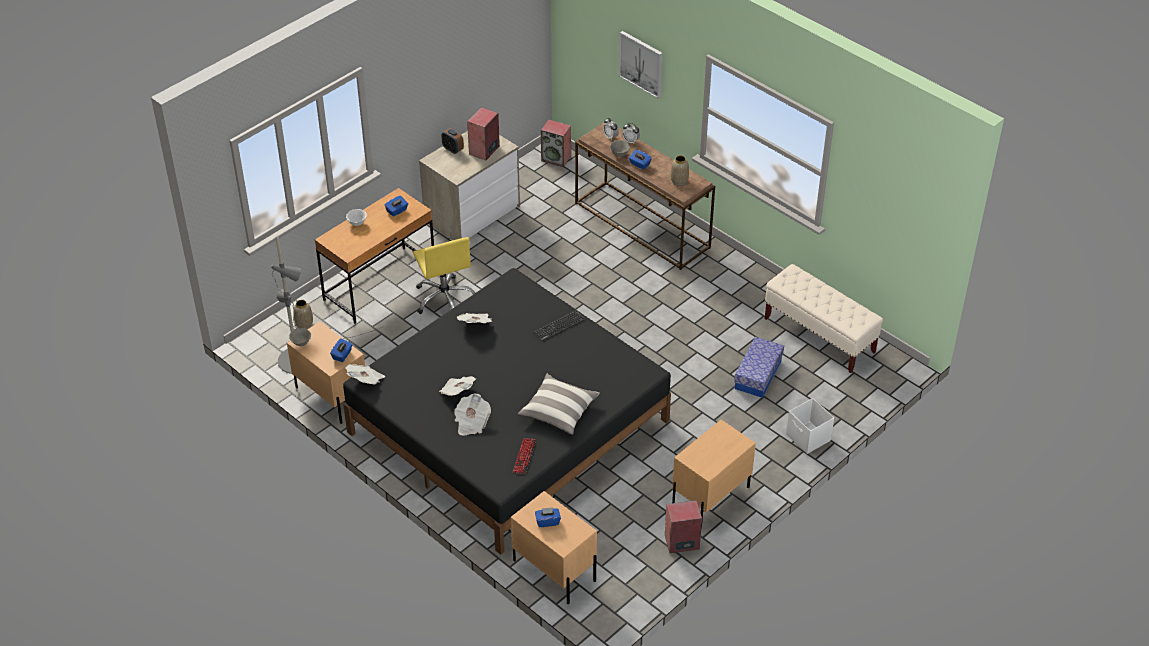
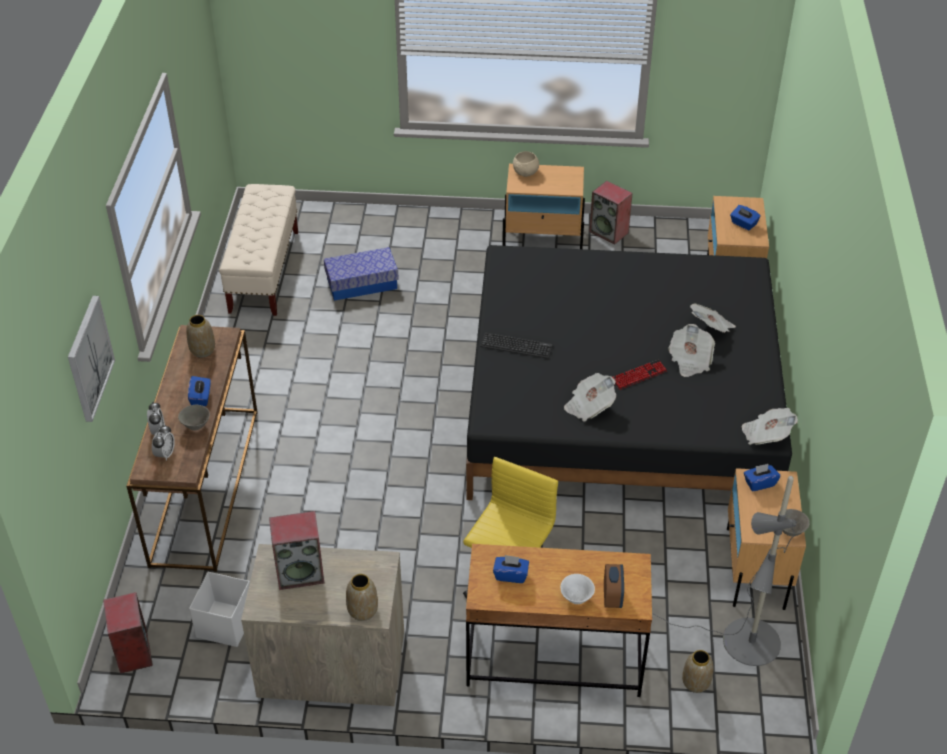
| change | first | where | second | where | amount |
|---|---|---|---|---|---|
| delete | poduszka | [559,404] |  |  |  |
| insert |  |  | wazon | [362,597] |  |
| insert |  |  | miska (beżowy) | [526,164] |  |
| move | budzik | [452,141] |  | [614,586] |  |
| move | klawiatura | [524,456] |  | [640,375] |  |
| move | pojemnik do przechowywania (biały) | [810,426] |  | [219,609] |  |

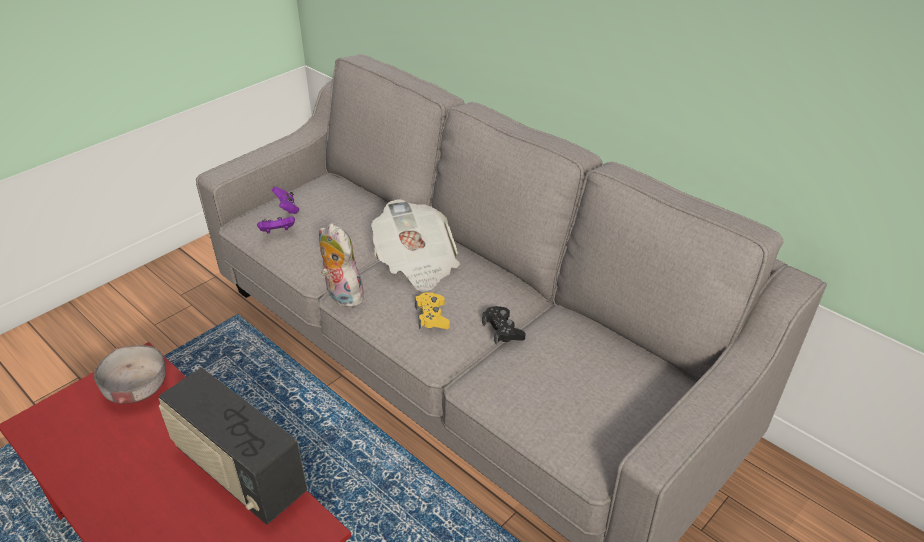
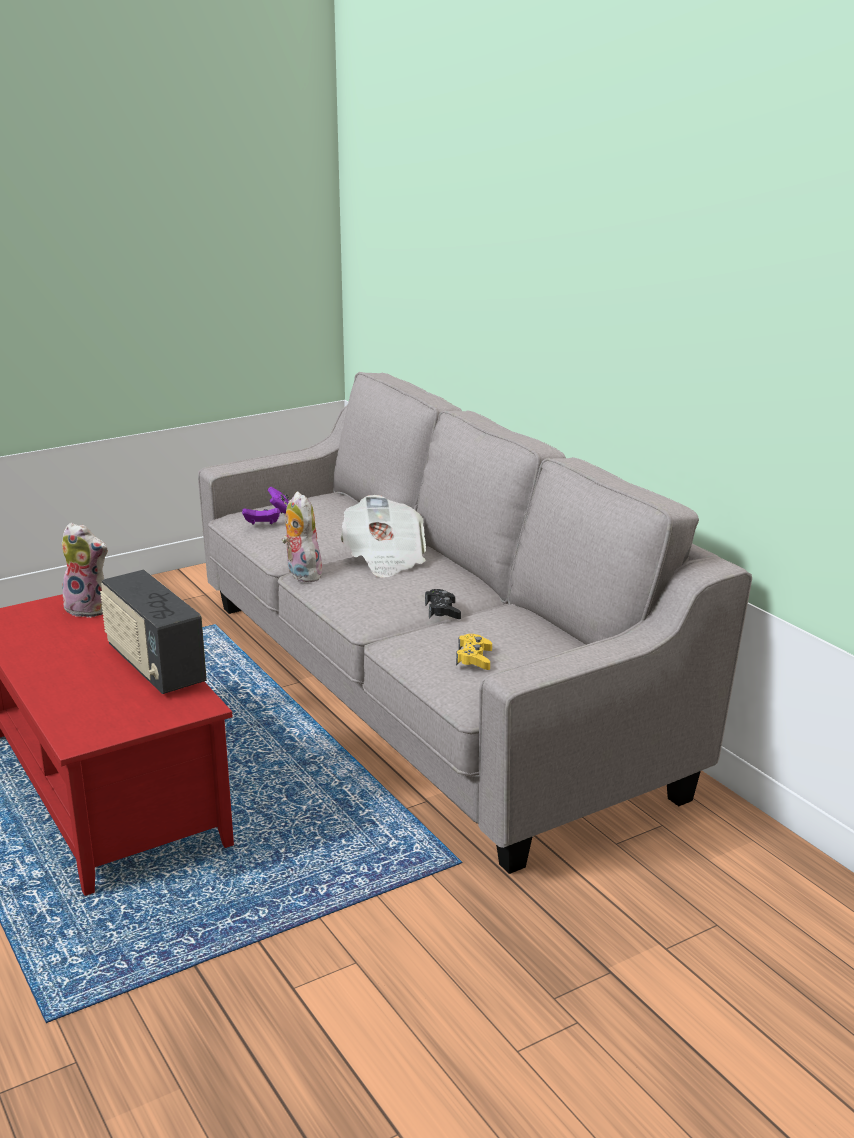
| change | first | where | second | where | amount |
|---|---|---|---|---|---|
| move | pad do gier (żółty) | [432,310] |  | [474,652] |  |
| replace | miska (szary) | [130,374] | pluszak | [85,570] |  |

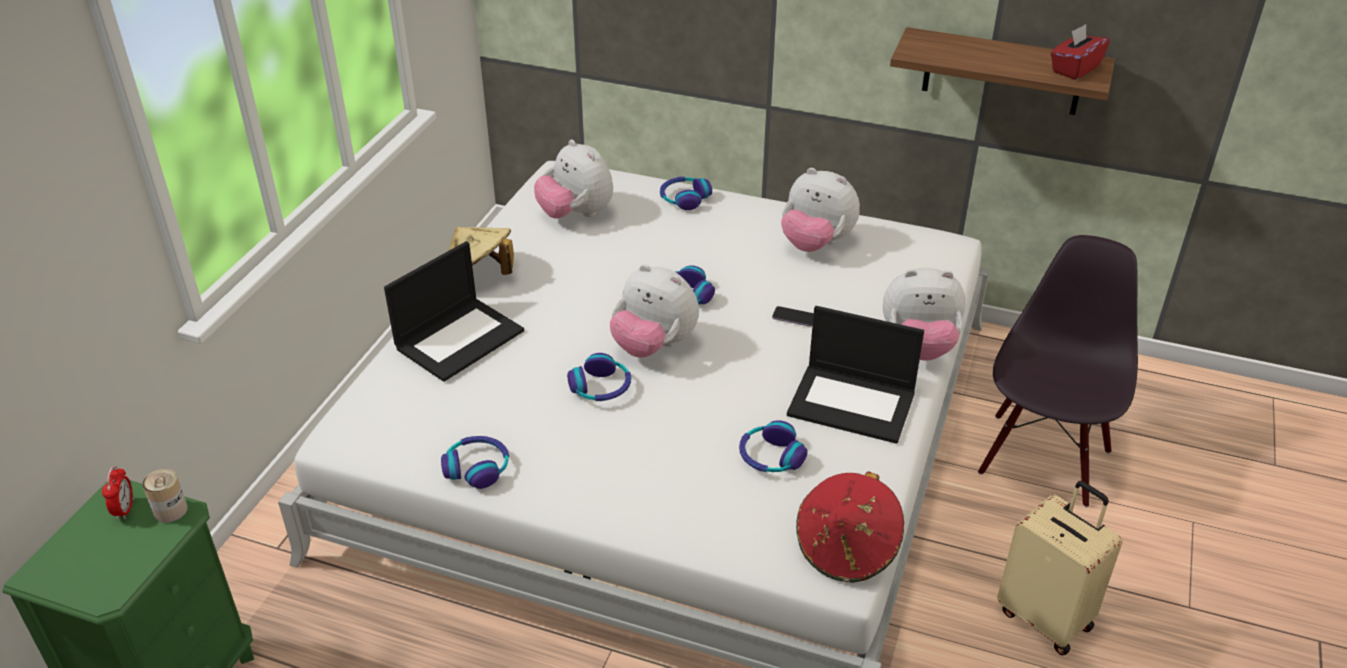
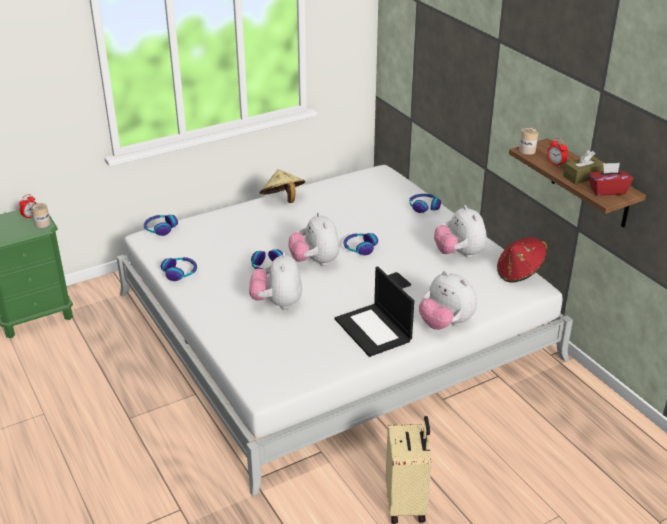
| change | first | where | second | where | amount |
|---|---|---|---|---|---|
| delete | laptop | [454,311] |  |  |  |
| delete | krzesło (czarny) | [1058,371] |  |  |  |
| insert |  |  | puszka | [528,141] |  |
| insert |  |  | budzik | [557,152] |  |
| insert |  |  | pudełko chusteczek (brązowy) | [583,167] |  |
| move | pluszak | [573,179] |  | [275,280] |  |
| move | słuchawki | [773,446] |  | [161,225] |  |
| move | kapelusz (czerwony) | [850,527] |  | [522,260] |  |

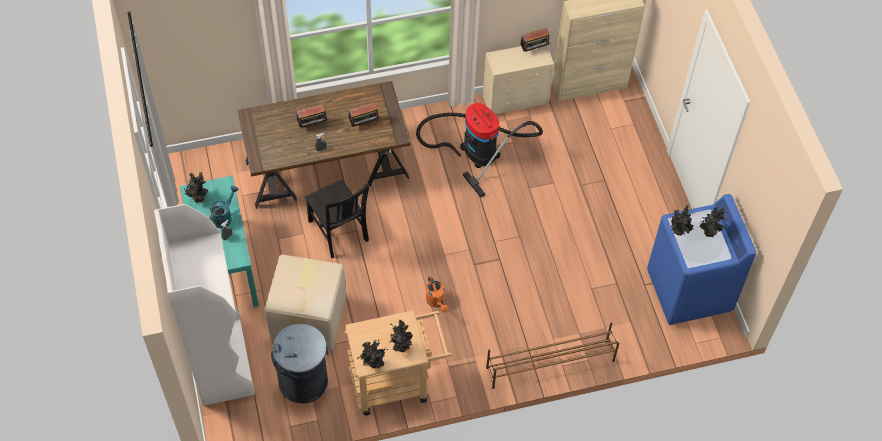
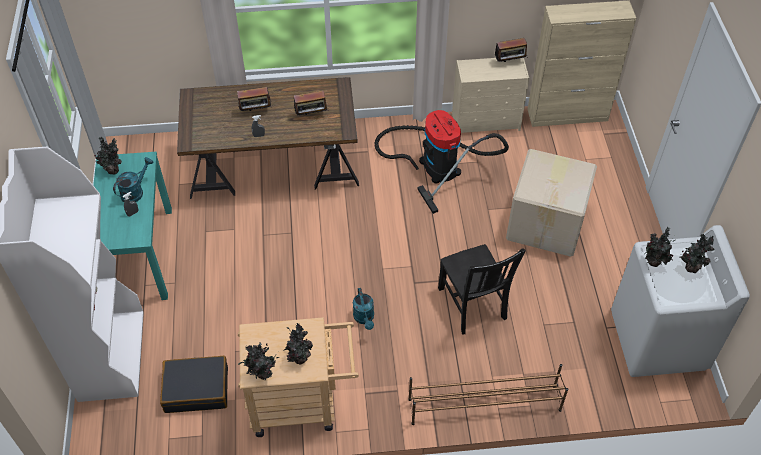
| change | first | where | second | where | amount |
|---|---|---|---|---|---|
| move | karton | [305,302] |  | [551,203] |  |
| move | krzesło (czarny) | [337,219] |  | [482,289] |  |
| replace | kosz na śmieci (szary) | [299,364] | walizka (czarny) | [194,384] |  |
| recolor | konewka (pomarańczowy) | [437,294] | konewka (turkusowy) | [363,309] |  |
| recolor | pralka (niebieski) | [701,259] | pralka (biały) | [680,301] |  |

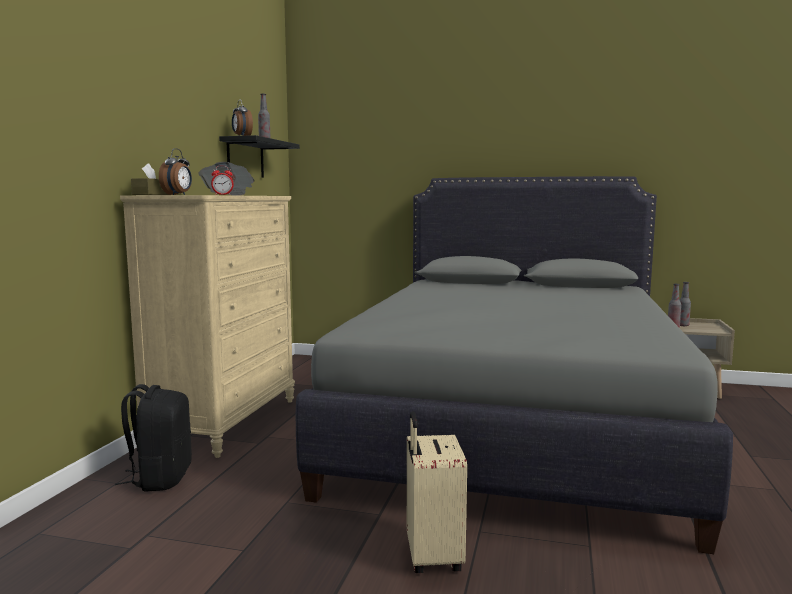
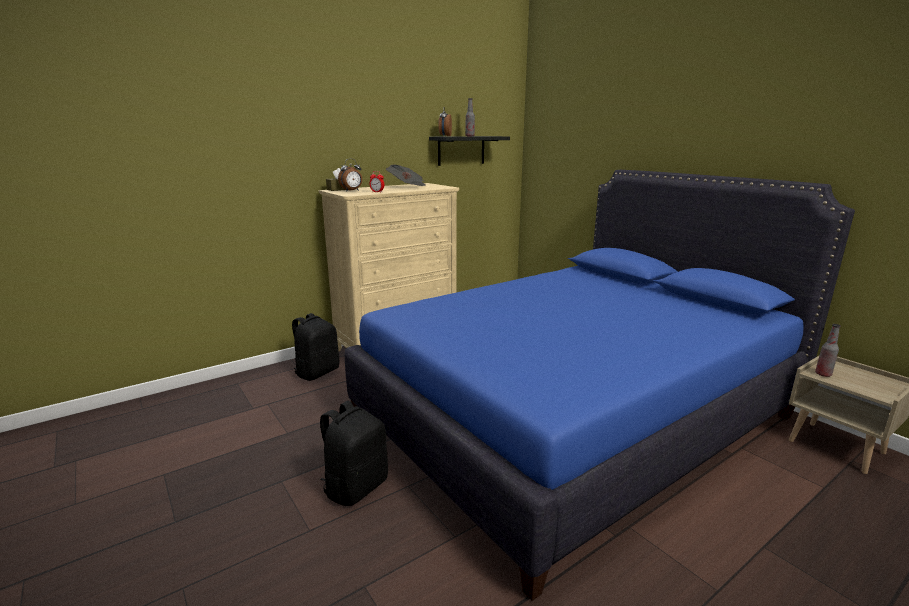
| change | first | where | second | where | amount |
|---|---|---|---|---|---|
| delete | butelka | [685,304] |  |  |  |
| replace | walizka (beżowy) | [437,492] | plecak (czarny) | [354,453] |  |
| recolor | łóżko (szary) | [514,365] | łóżko (niebieski) | [600,385] |  |

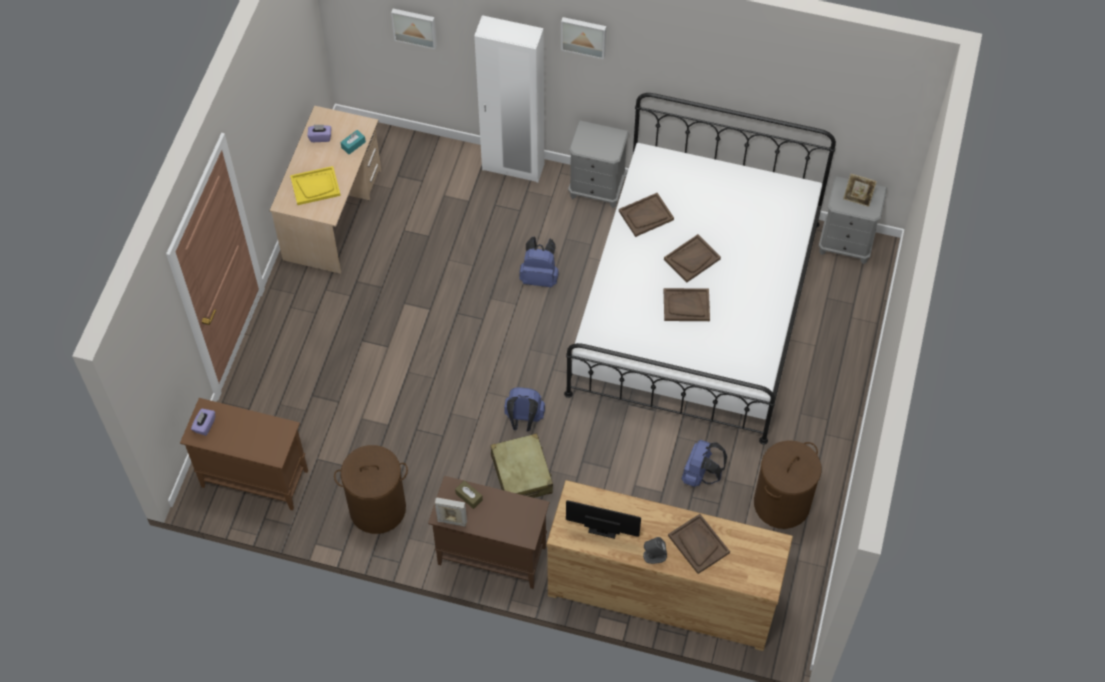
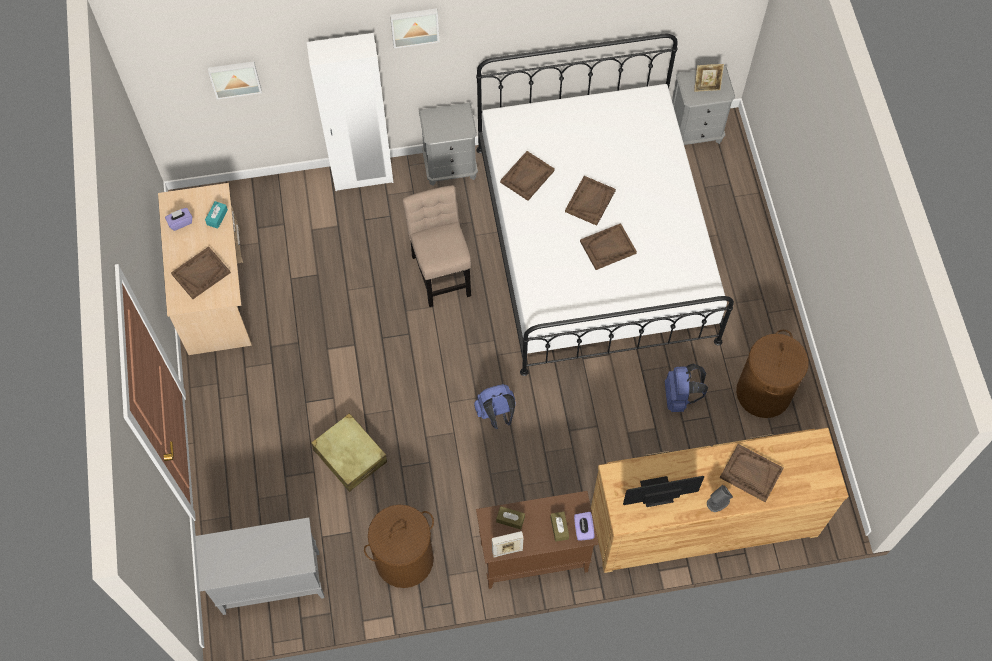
| change | first | where | second | where | amount |
|---|---|---|---|---|---|
| insert |  |  | pudełko chusteczek (brązowy) | [559,526] |  |
| move | pudełko chusteczek (fioletowy) | [203,422] |  | [584,526] |  |
| move | walizka (beżowy) | [522,465] |  | [349,452] |  |
| replace | plecak (niebieski) | [538,261] | krzesło (beżowy) | [437,246] |  |
| recolor | szafka (brązowy) | [244,454] | szafka (szary) | [260,566] |  |
| recolor | taca (żółty) | [315,185] | taca (brązowy) | [201,273] |  |

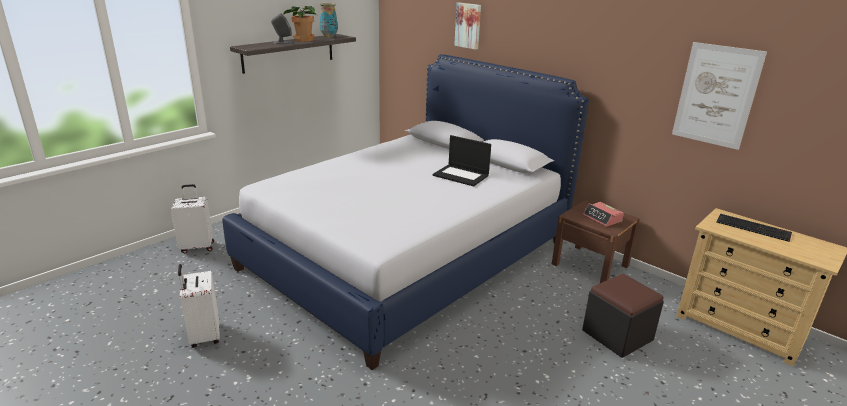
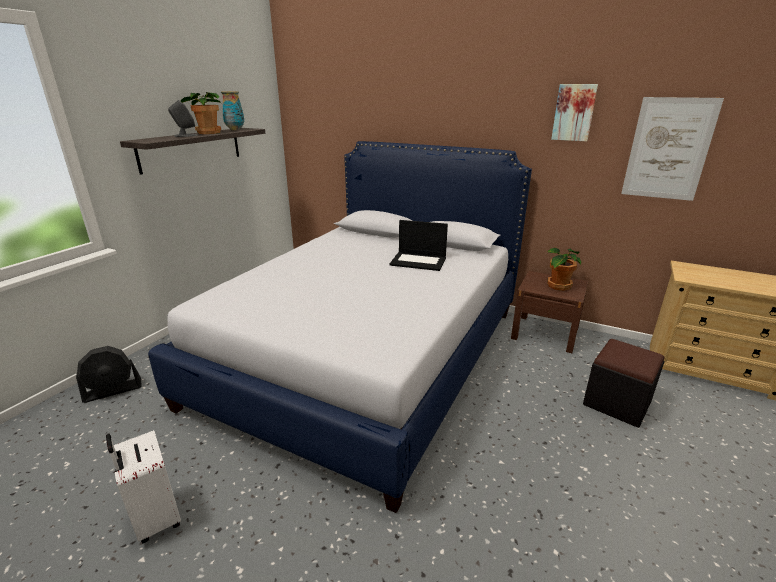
| change | first | where | second | where | amount |
|---|---|---|---|---|---|
| delete | klawiatura | [754,228] |  |  |  |
| move | obraz | [467,26] |  | [574,112] |  |
| replace | walizka (biały) | [192,218] | wentylator (czarny) | [109,374] |  |
| replace | budzik | [603,214] | roślina doniczkowa | [564,269] |  |

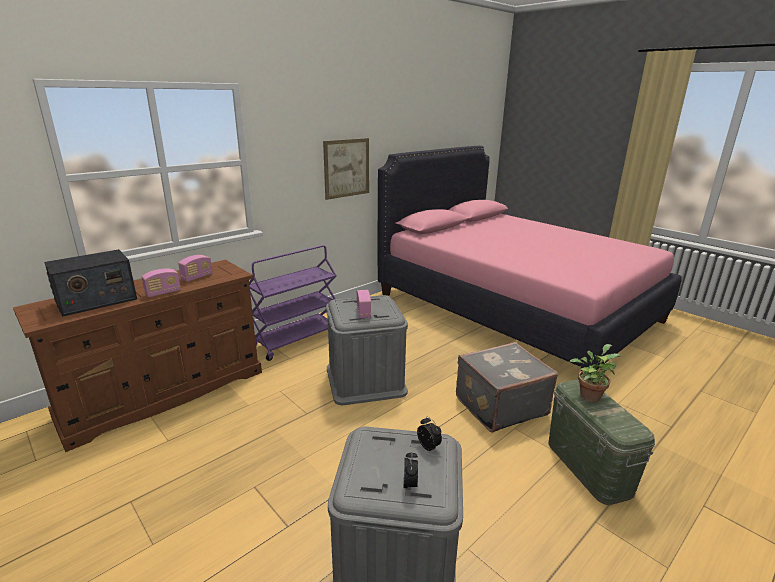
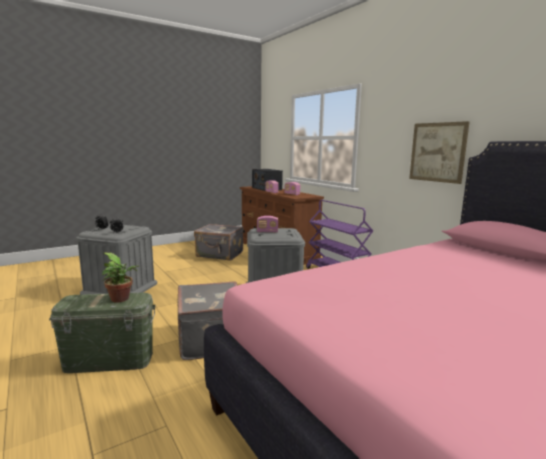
| change | first | where | second | where | amount |
|---|---|---|---|---|---|
| insert |  |  | walizka (szary) | [219,242] |  |

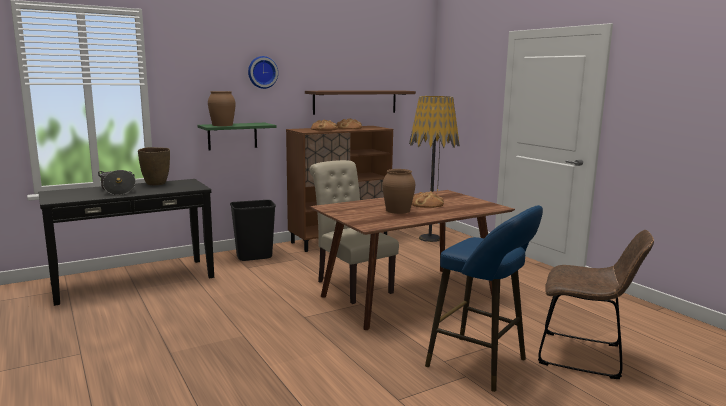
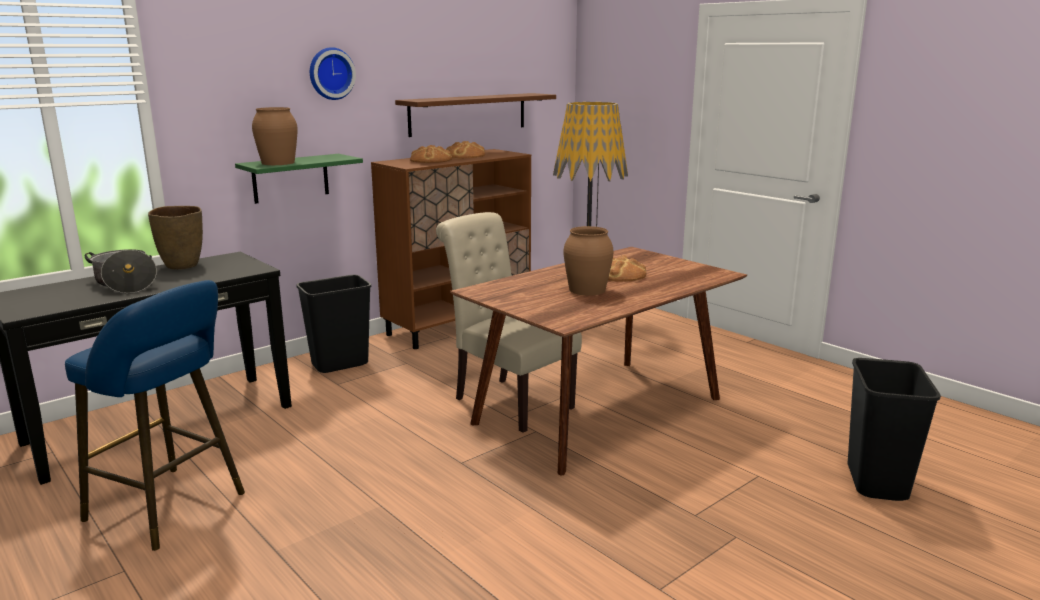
| change | first | where | second | where | amount |
|---|---|---|---|---|---|
| move | stołek (niebieski) | [484,298] |  | [155,415] |  |
| replace | krzesło (brązowy) | [596,304] | kosz na śmieci (czarny) | [894,429] |  |

